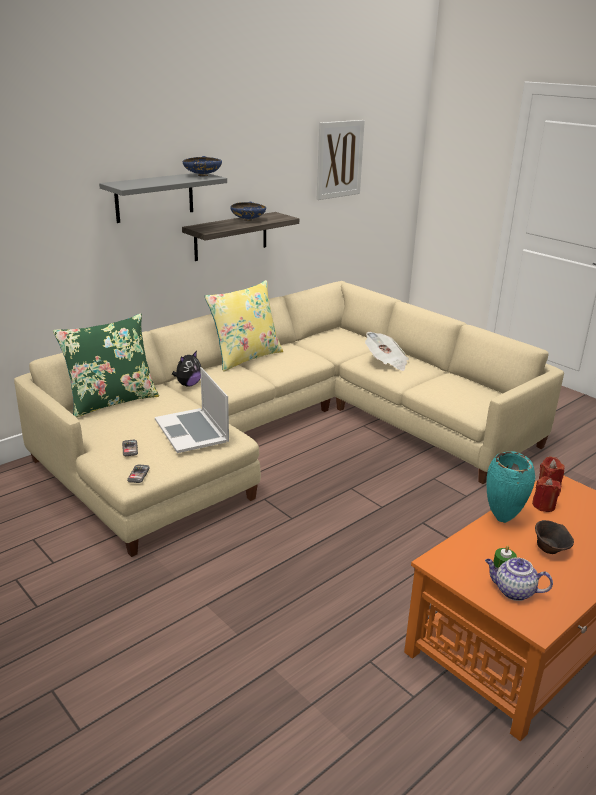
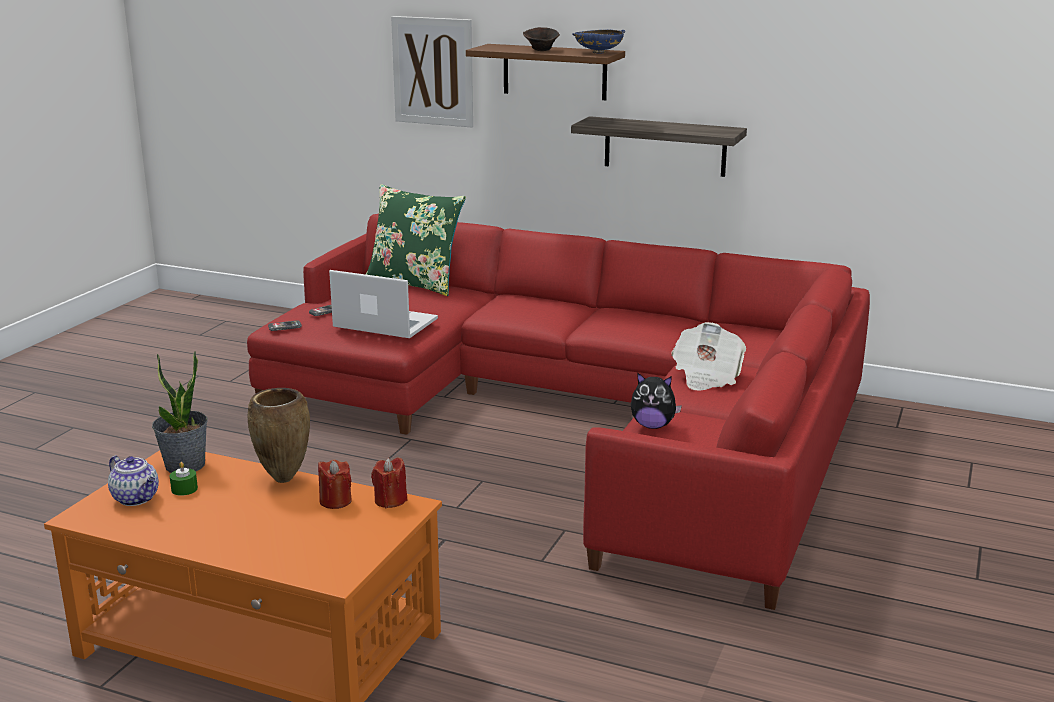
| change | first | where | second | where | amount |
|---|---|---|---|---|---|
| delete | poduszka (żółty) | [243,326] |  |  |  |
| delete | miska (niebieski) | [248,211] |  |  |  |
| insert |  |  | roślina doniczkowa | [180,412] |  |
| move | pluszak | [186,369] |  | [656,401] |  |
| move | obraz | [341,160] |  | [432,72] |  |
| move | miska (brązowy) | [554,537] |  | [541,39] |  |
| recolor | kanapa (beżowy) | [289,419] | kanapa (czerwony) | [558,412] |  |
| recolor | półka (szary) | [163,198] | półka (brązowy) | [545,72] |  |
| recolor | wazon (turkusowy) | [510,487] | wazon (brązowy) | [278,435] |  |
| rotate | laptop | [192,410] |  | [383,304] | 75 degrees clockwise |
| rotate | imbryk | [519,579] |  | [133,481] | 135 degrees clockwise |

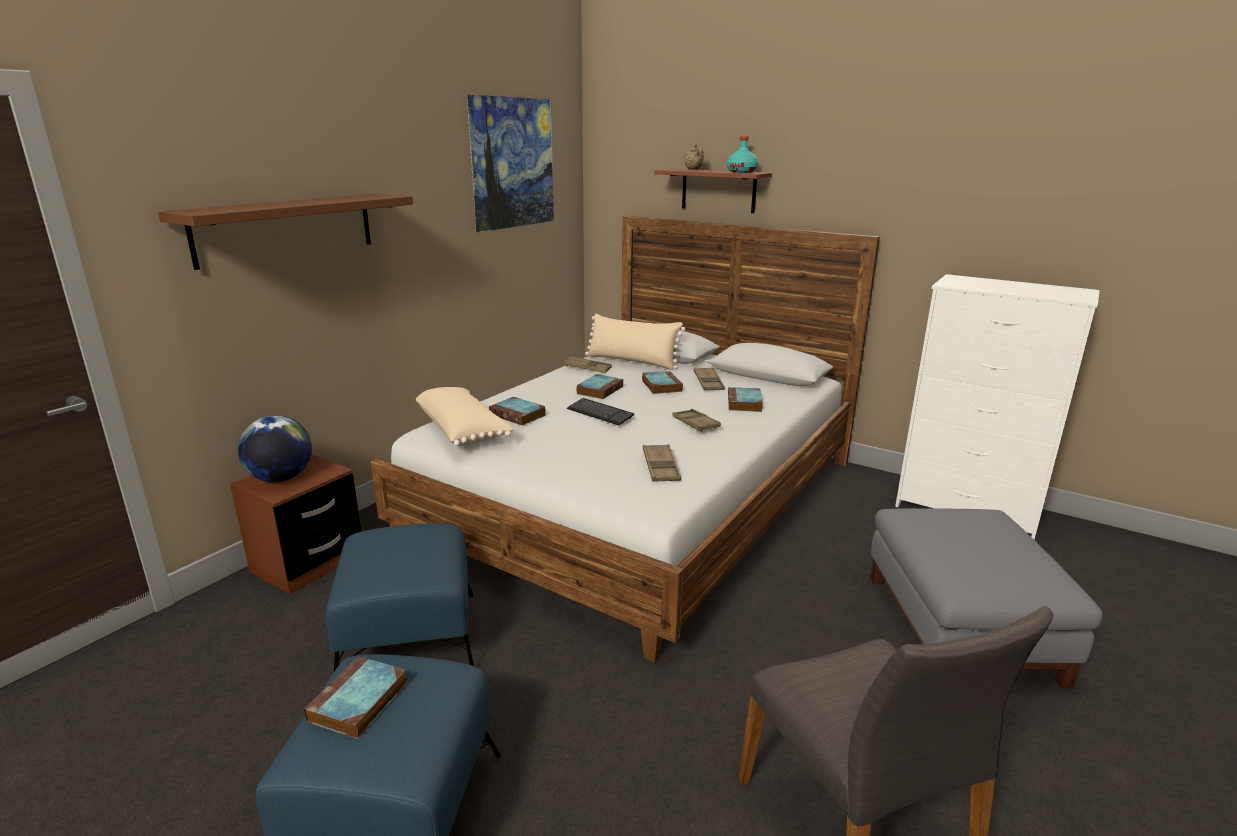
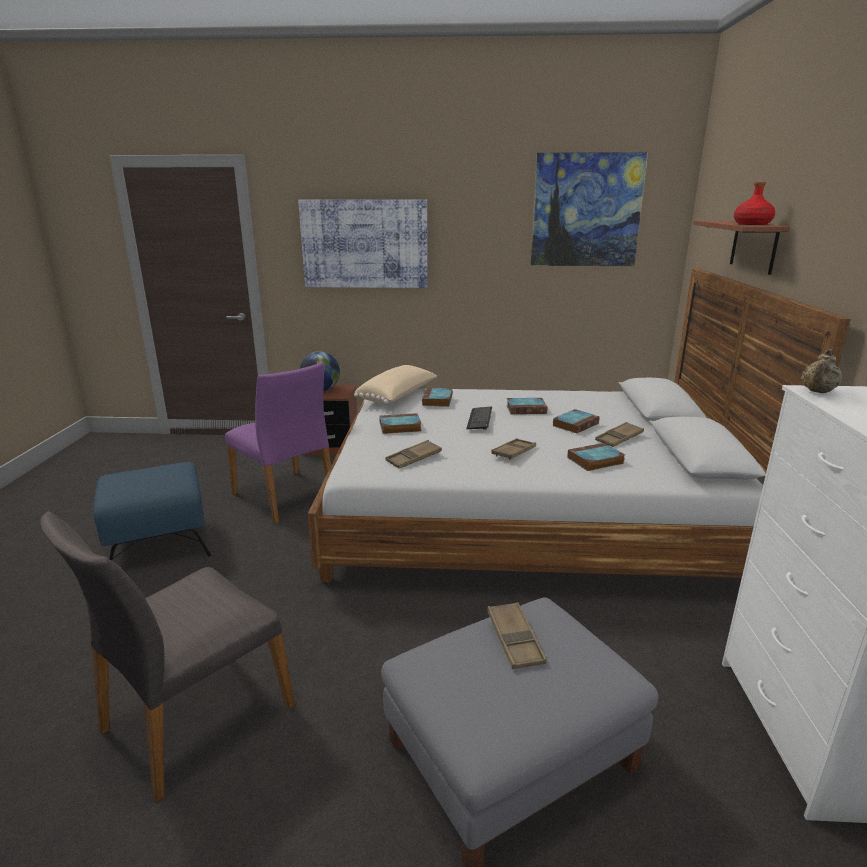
| change | first | where | second | where | amount |
|---|---|---|---|---|---|
| delete | poduszka (beżowy) | [635,342] |  |  |  |
| move | książka | [355,697] |  | [400,423] |  |
| move | taca (brązowy) | [587,364] |  | [517,635] |  |
| move | imbryk (beżowy) | [694,157] |  | [821,371] |  |
| replace | półka (brązowy) | [285,232] | obraz | [363,243] |  |
| replace | pufa (niebieski) | [400,597] | krzesło (fioletowy) | [278,443] |  |
| recolor | butelka (turkusowy) | [742,154] | butelka (czerwony) | [754,203] |  |

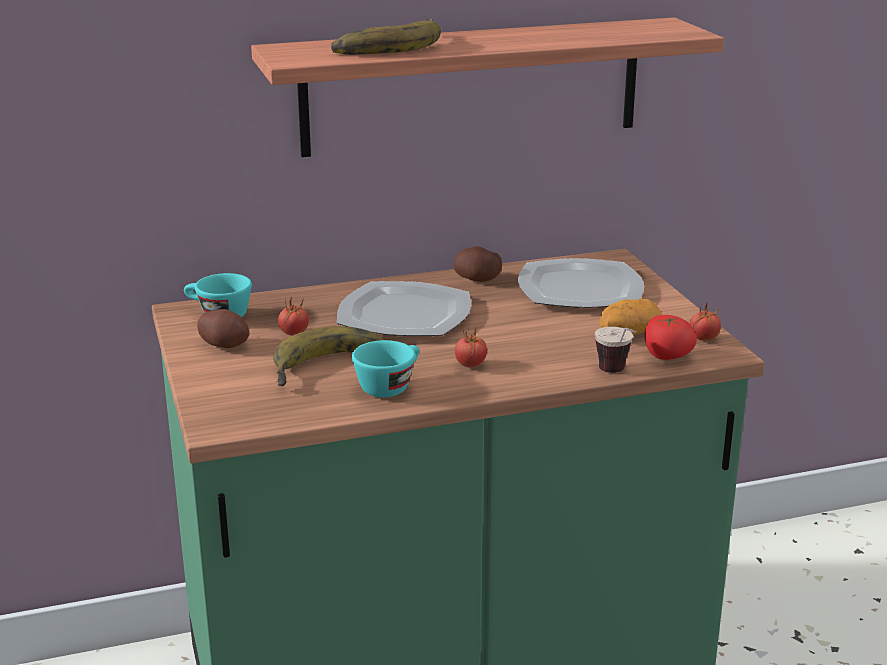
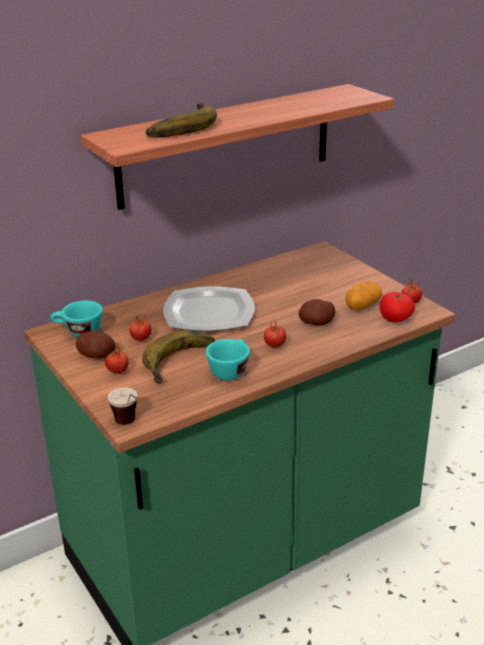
| change | first | where | second | where | amount |
|---|---|---|---|---|---|
| delete | talerz | [581,283] |  |  |  |
| insert |  |  | pomidor | [116,359] |  |
| move | ziemniak | [477,264] |  | [317,312] |  |
| move | filiżanka | [615,350] |  | [123,406] |  |

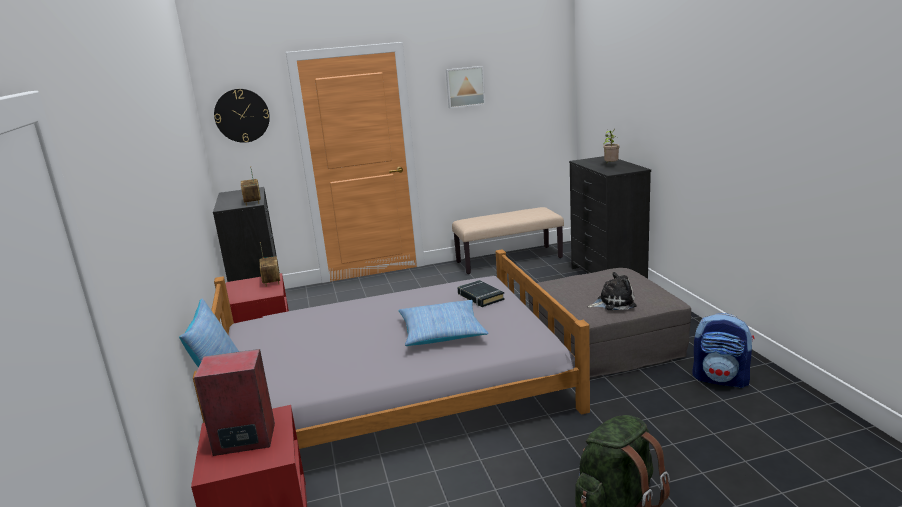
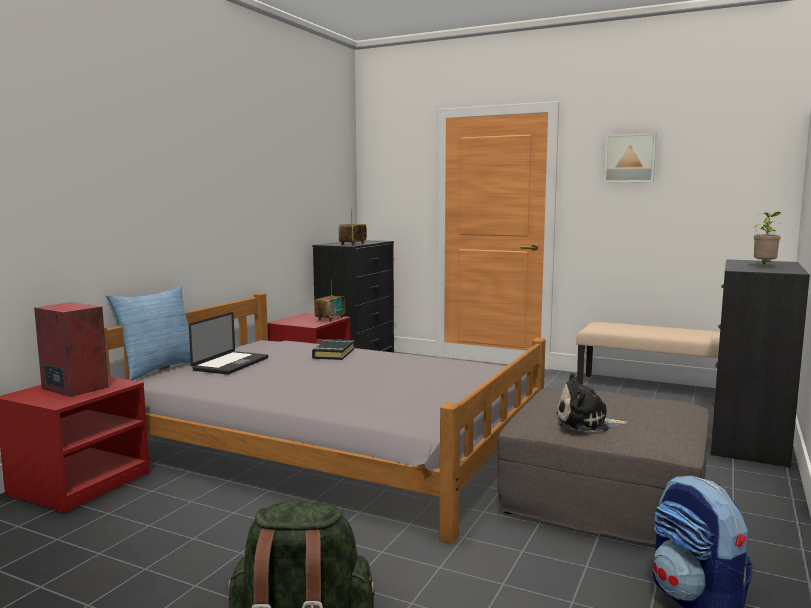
| change | first | where | second | where | amount |
|---|---|---|---|---|---|
| delete | zegar ścienny | [242,116] |  |  |  |
| delete | poduszka | [444,323] |  |  |  |
| insert |  |  | laptop | [228,343] |  |
| move | książka (czarny) | [481,293] |  | [333,349] |  |
| rotate | pluszak | [612,291] |  | [592,402] | 150 degrees clockwise |

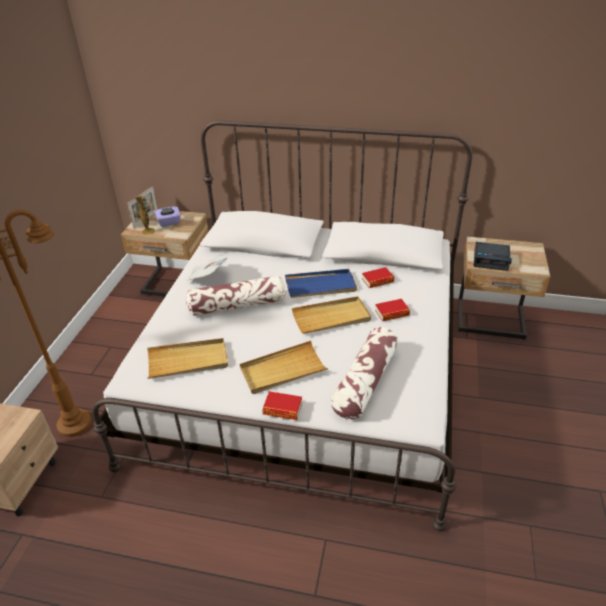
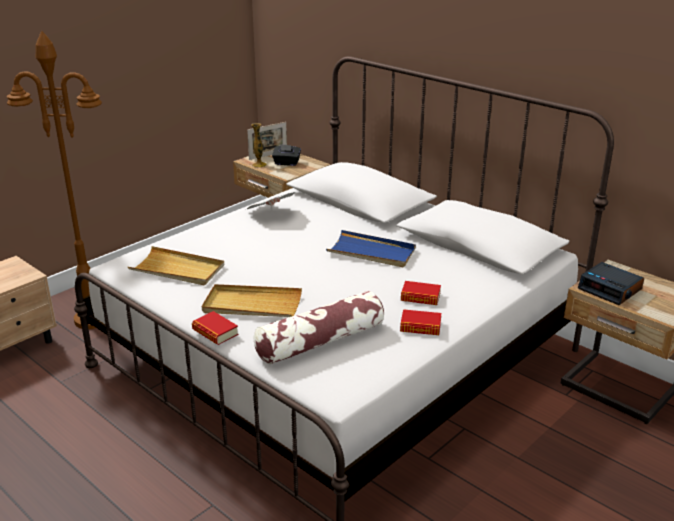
| change | first | where | second | where | amount |
|---|---|---|---|---|---|
| delete | poduszka | [235,295] |  |  |  |
| delete | taca (beżowy) | [331,315] |  |  |  |
| move | książka | [378,277] |  | [420,322] |  |
| recolor | pudełko chusteczek (fioletowy) | [167,216] | pudełko chusteczek (czarny) | [286,155] |  |

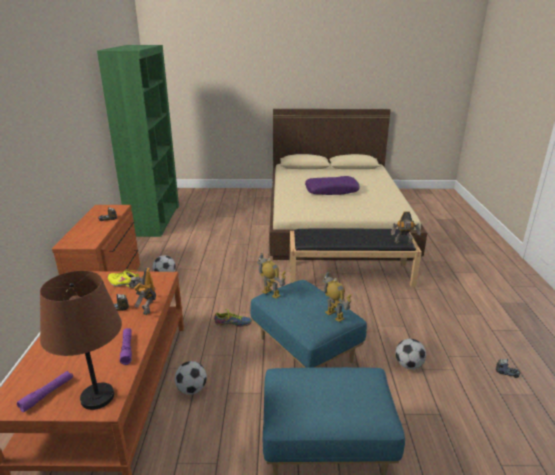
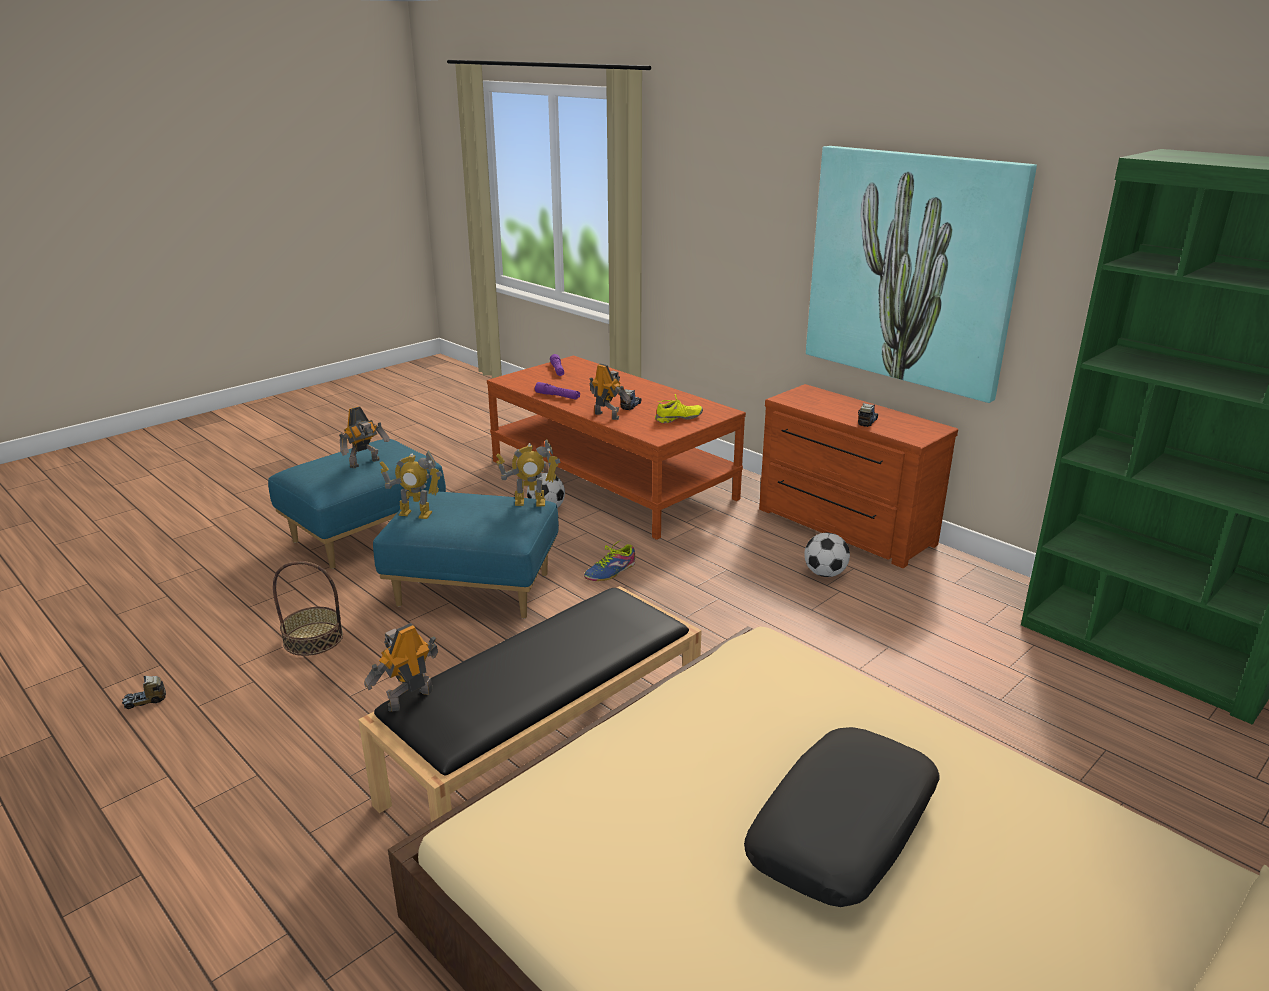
| change | first | where | second | where | amount |
|---|---|---|---|---|---|
| delete | lampa stołowa (brązowy) | [81,340] |  |  |  |
| insert |  |  | robot zabawkowy | [364,437] |  |
| insert |  |  | obraz | [921,274] |  |
| replace | piłka futbolowa | [410,354] | koszyk | [308,608] |  |
| recolor | poduszka (fioletowy) | [332,185] | poduszka (czarny) | [842,817] |  |

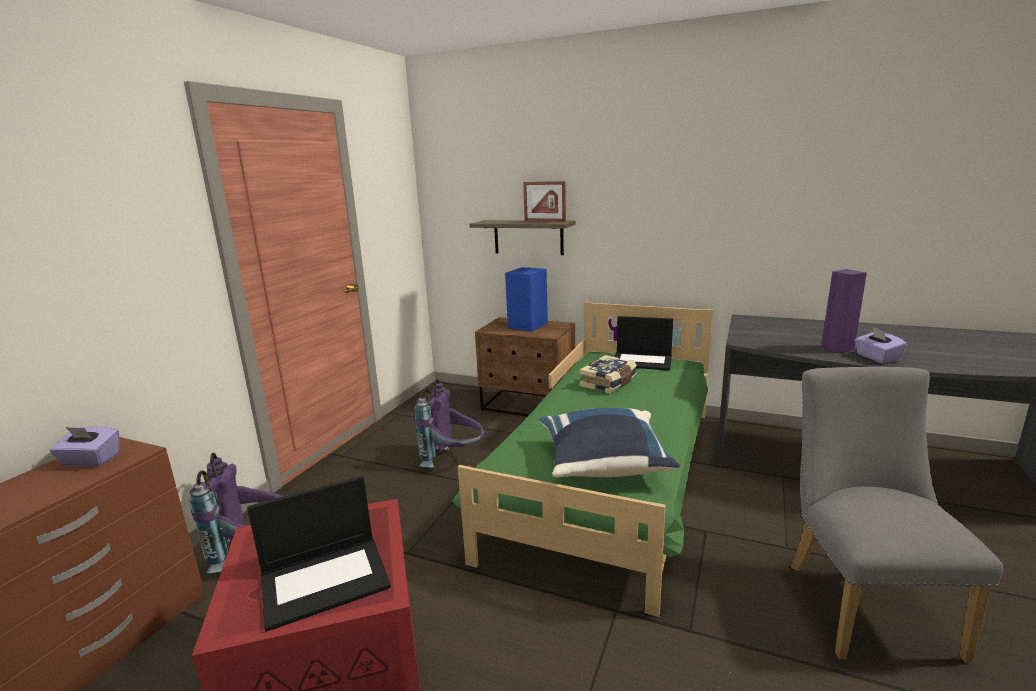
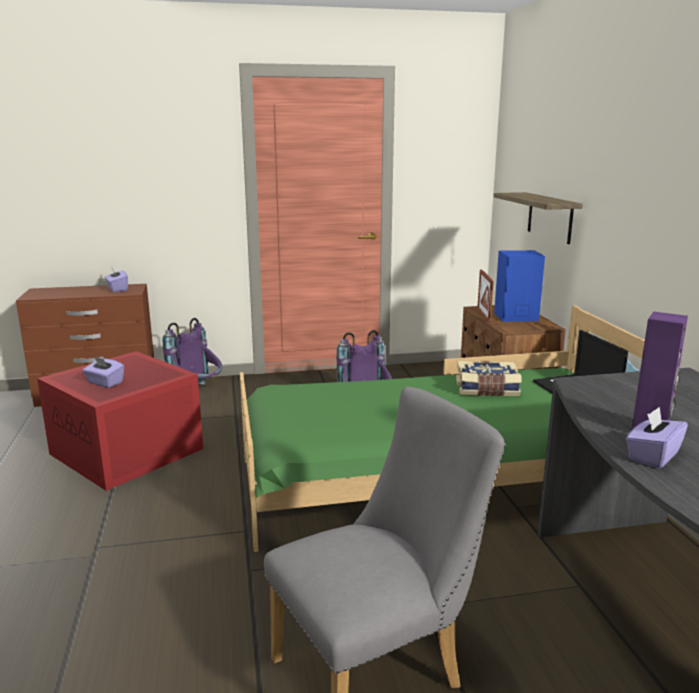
| change | first | where | second | where | amount |
|---|---|---|---|---|---|
| delete | poduszka (niebieski) | [609,443] |  |  |  |
| move | ramka na zdjęcie | [544,201] |  | [485,296] |  |
| replace | laptop | [319,554] | pudełko chusteczek (fioletowy) | [103,372] |  |

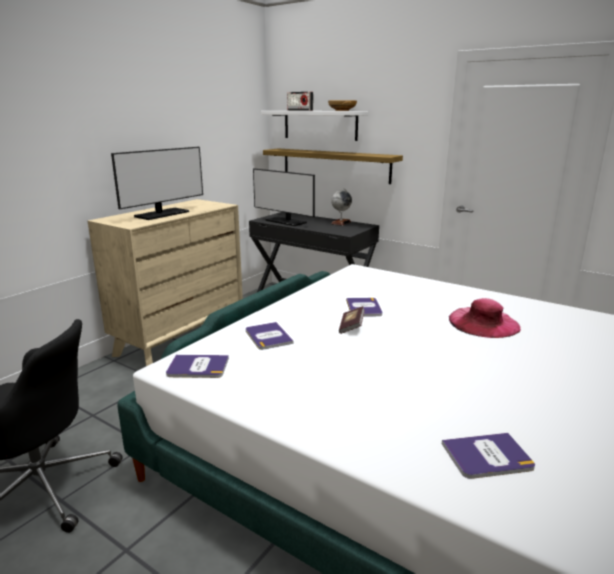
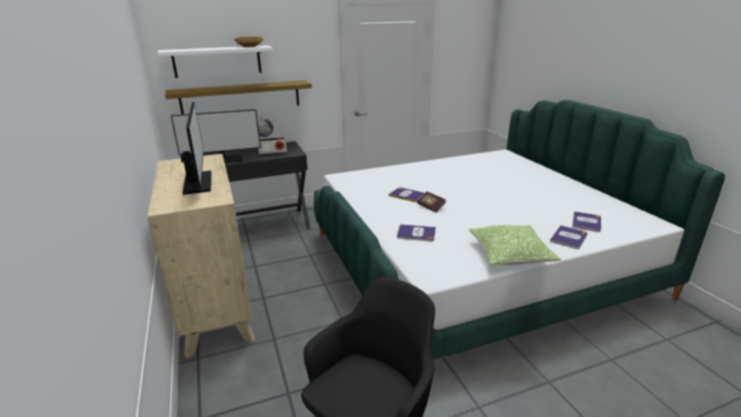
| change | first | where | second | where | amount |
|---|---|---|---|---|---|
| delete | kapelusz (różowy) | [485,318] |  |  |  |
| insert |  |  | poduszka | [515,245] |  |
| move | książka | [197,366] |  | [568,237] |  |
| move | radio | [300,101] |  | [272,146] |  |

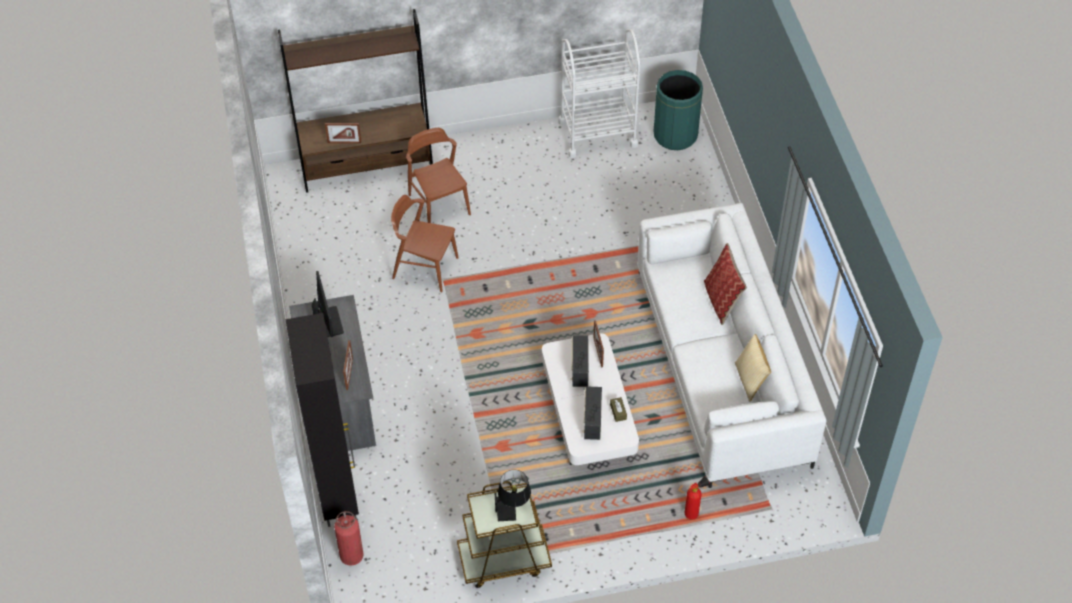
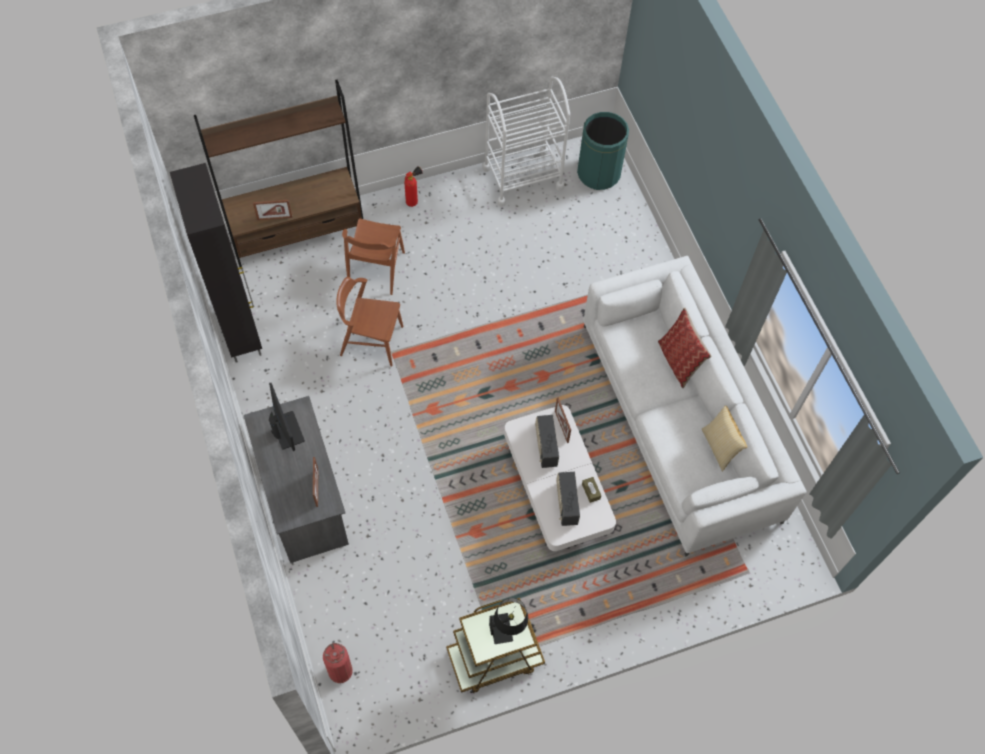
| change | first | where | second | where | amount |
|---|---|---|---|---|---|
| move | szafka (czarny) | [322,420] |  | [216,262] |  |
| move | gaśnica | [697,498] |  | [413,186] |  |
| rotate | krzesło (brązowy) | [438,175] |  | [373,256] | 135 degrees counterclockwise |

